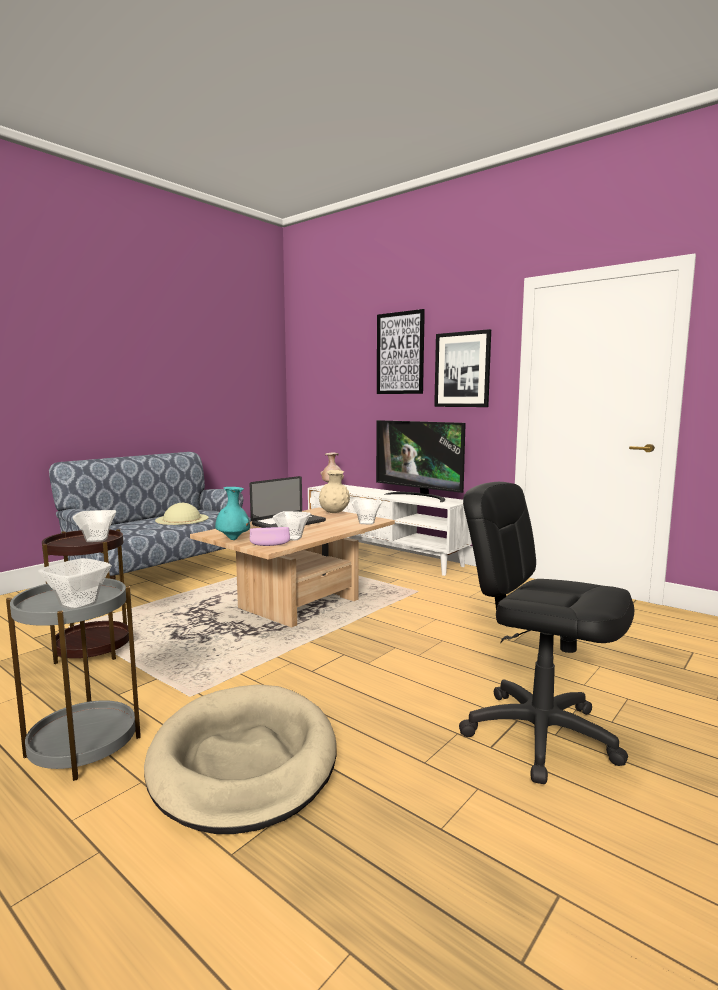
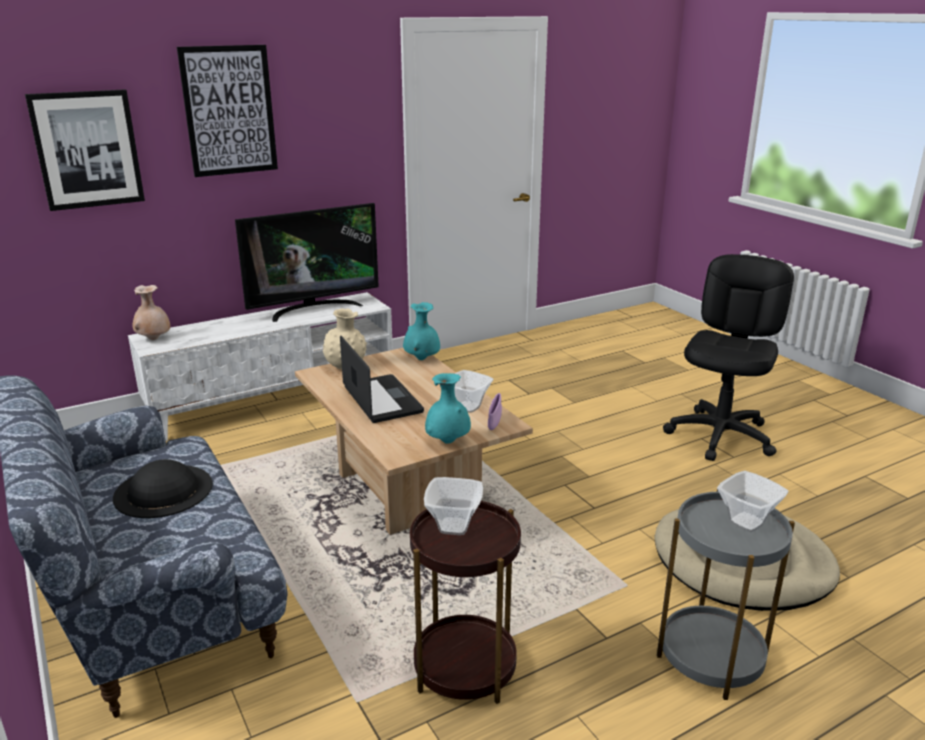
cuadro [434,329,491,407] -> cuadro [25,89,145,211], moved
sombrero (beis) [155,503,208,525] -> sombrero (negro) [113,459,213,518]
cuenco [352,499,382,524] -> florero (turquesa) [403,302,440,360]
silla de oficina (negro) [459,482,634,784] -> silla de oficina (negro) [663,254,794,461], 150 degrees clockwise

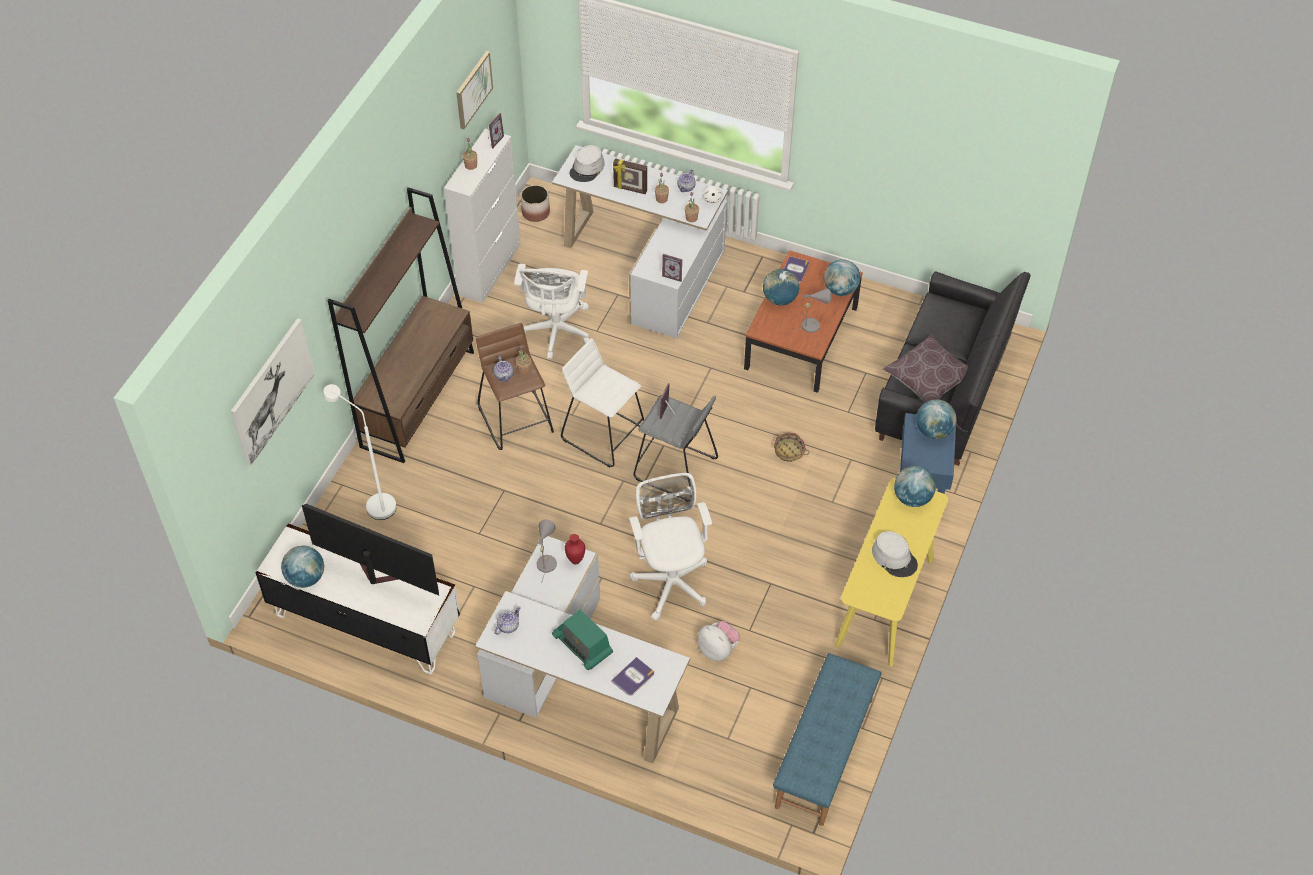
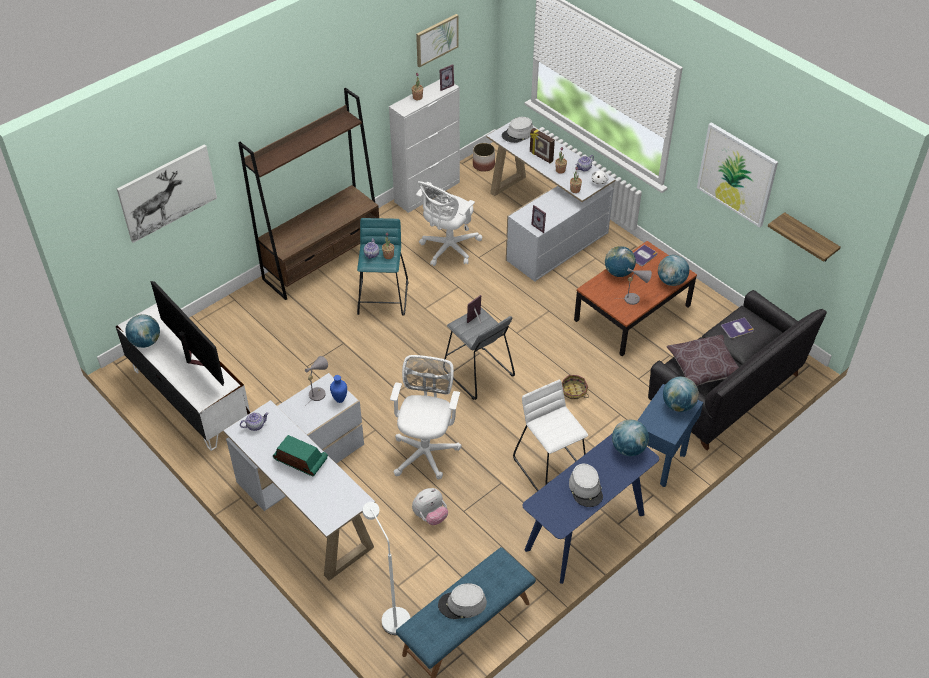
radio [552,609,613,670] -> radio [273,435,328,476], 135 degrees clockwise
florero (rojo) [565,534,585,564] -> florero (azul) [330,375,347,403]
taburete (marrón) [476,323,554,450] -> taburete (turquesa) [357,218,409,316]
lámpara de pie (blanco) [323,384,397,520] -> lámpara de pie (blanco) [362,502,410,635], moved
peluche [697,621,740,661] -> peluche [412,488,448,525], 75 degrees clockwise
none -> sombrero (gris) [438,583,487,619]
taburete (blanco) [561,338,644,467] -> taburete (blanco) [513,380,588,491], moved
mesa consola (amarillo) [835,478,948,666] -> mesa consola (azul) [522,434,659,584]
none -> cuadro [697,122,778,228]
libro [611,657,654,696] -> libro [721,317,754,339], moved
none -> estante [768,212,841,262]

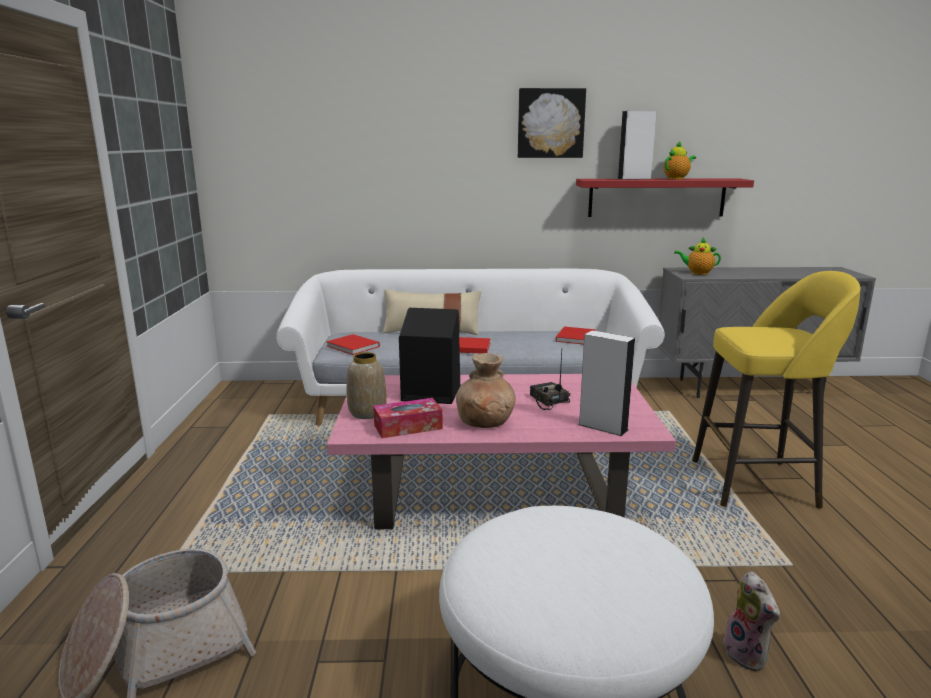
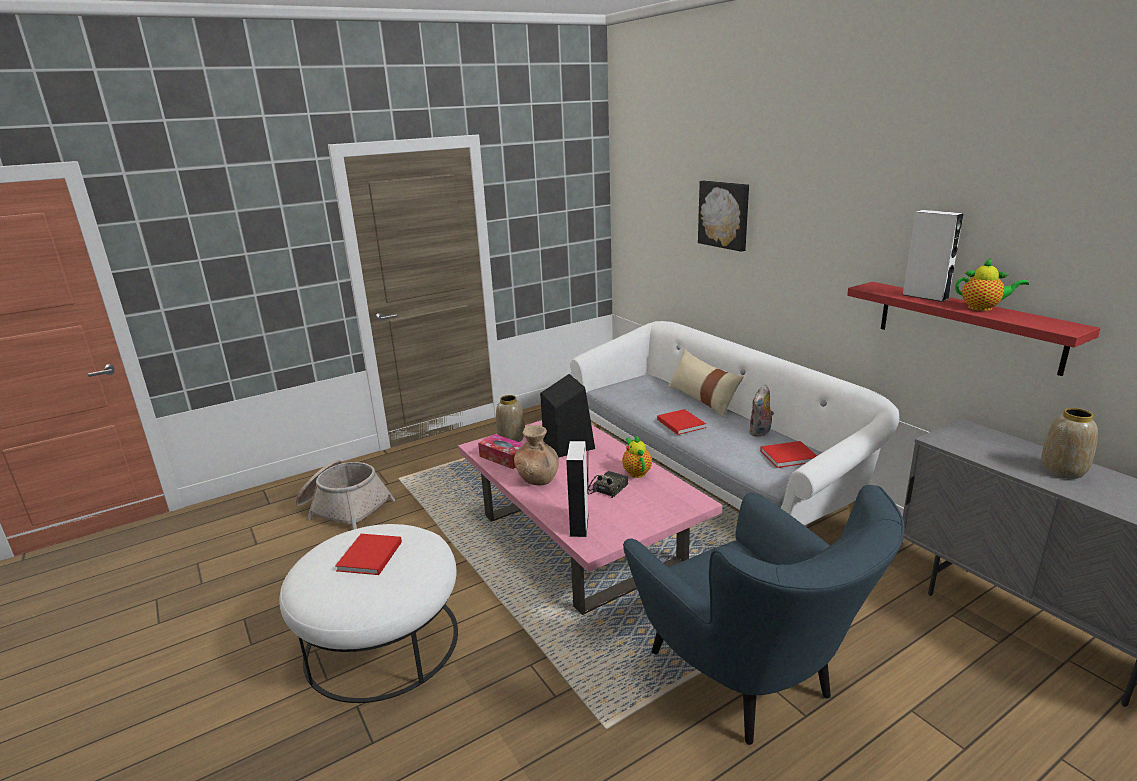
libro (rojo) [326,334,380,355] -> libro (rojo) [335,534,402,575], moved
tetera [674,238,721,275] -> tetera [622,436,652,478], moved
taburete (amarillo) [692,271,860,509] -> sillón (azul) [623,485,905,745]
cuadro [518,88,586,158] -> cuadro [698,181,749,252], moved
peluche [721,571,780,671] -> peluche [749,384,774,437], moved
none -> florero [1041,408,1098,479]

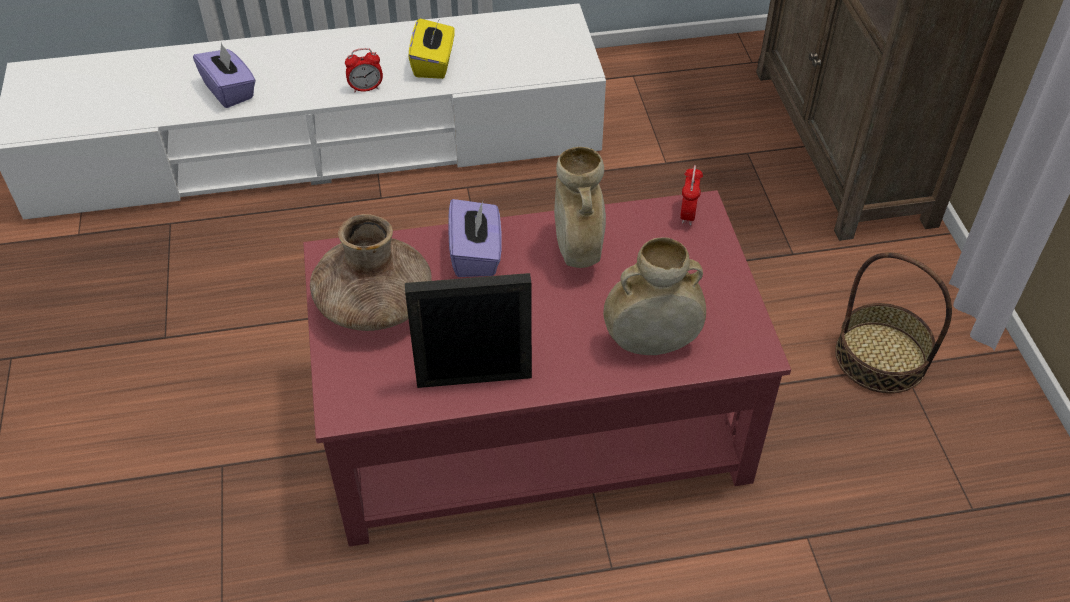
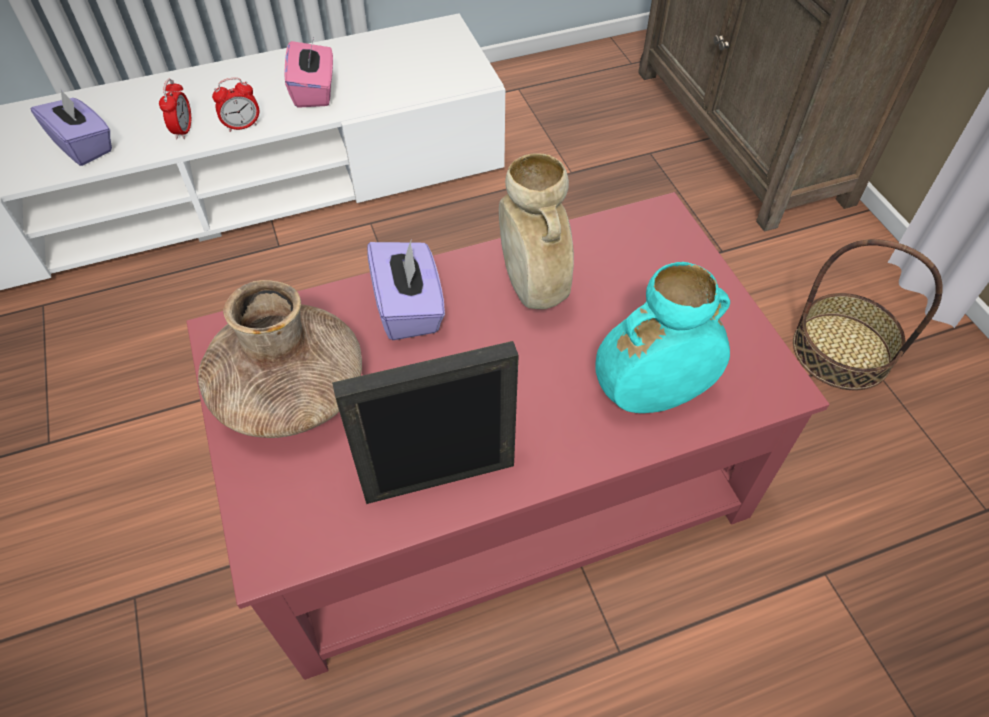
despertador [680,165,703,225] -> despertador [159,79,191,139], moved
caja de pañuelos (amarillo) [409,18,455,79] -> caja de pañuelos (rosa) [284,38,333,108]
florero (beis) [603,237,706,355] -> florero (turquesa) [595,262,730,413]

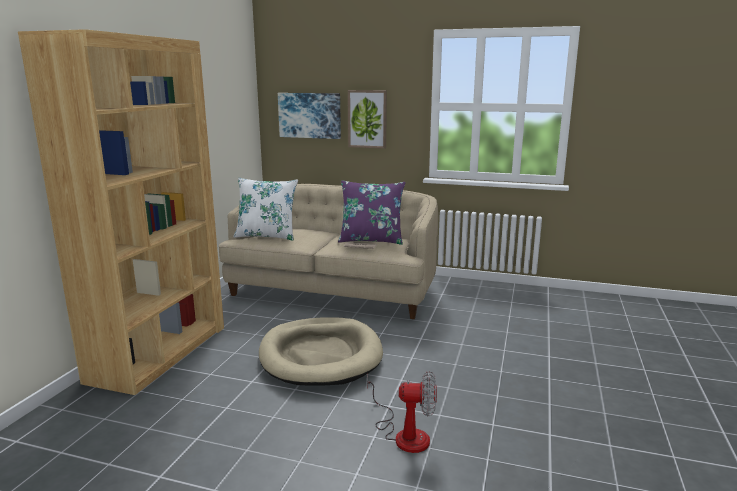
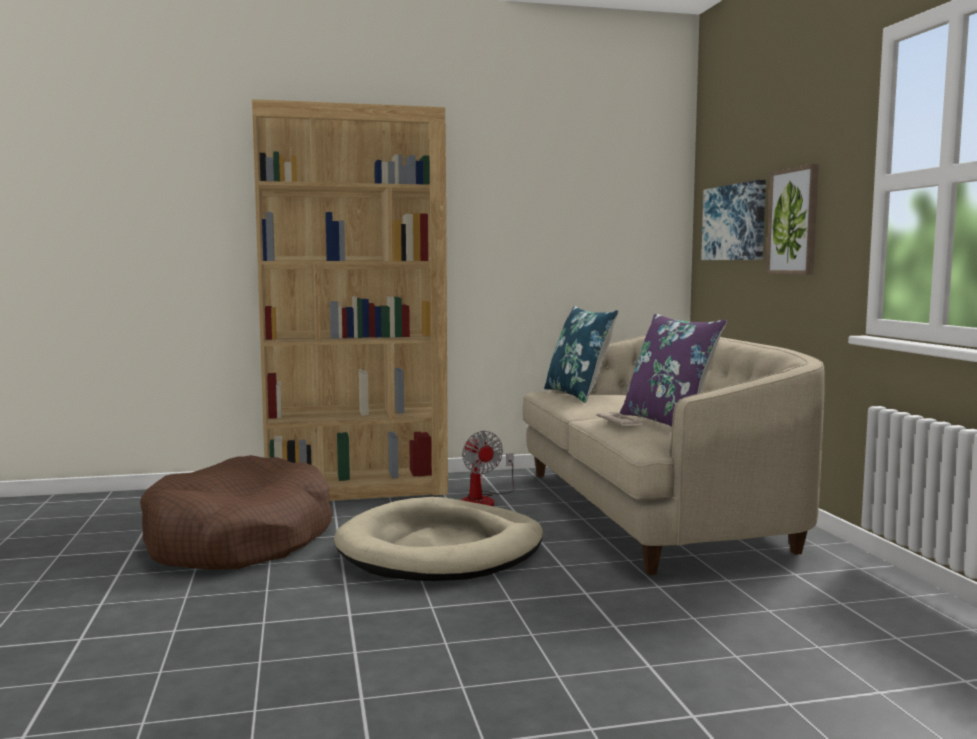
none -> cama para perro (marrón) [140,455,332,570]
ventilador [367,371,437,453] -> ventilador [461,431,515,506], moved
cojín (blanco) [233,178,298,241] -> cojín (azul) [544,306,619,403]

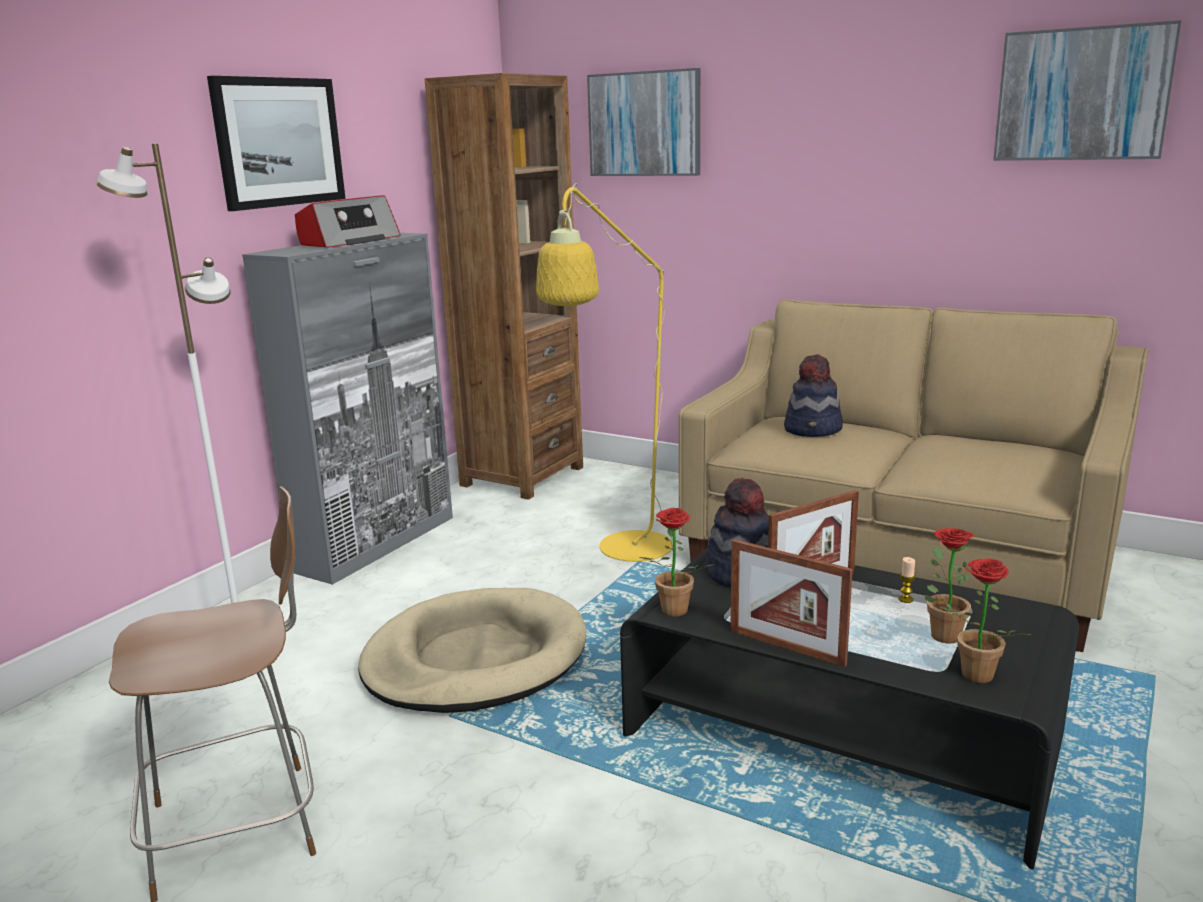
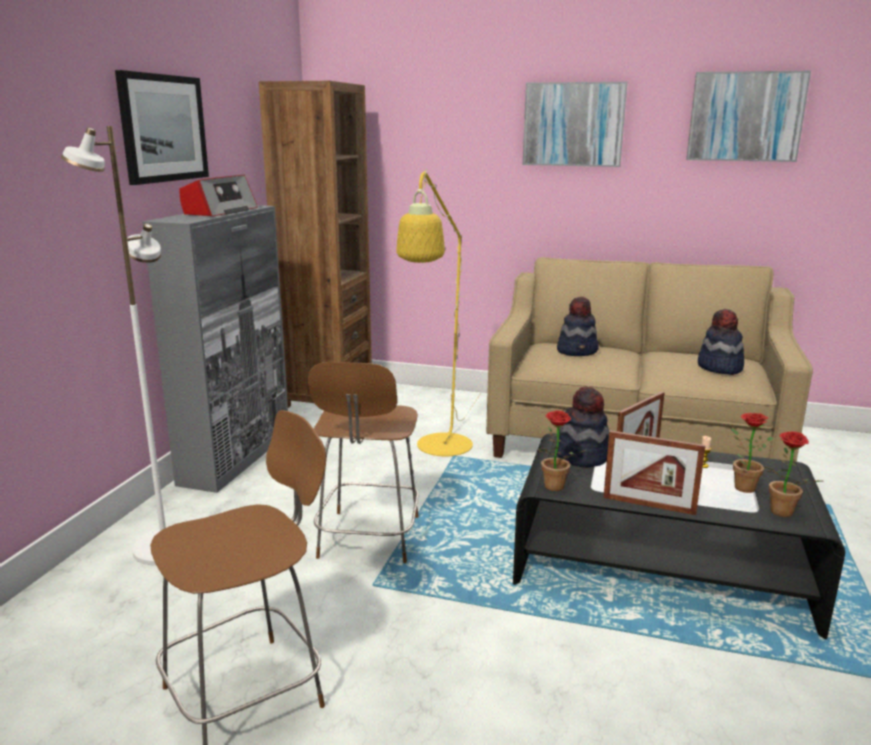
cama para perro (beis) [358,588,586,713] -> taburete (marrón) [308,362,419,563]
cuadro [587,68,700,176] -> cuadro [523,82,627,167], moved
none -> sombrero [698,309,744,375]

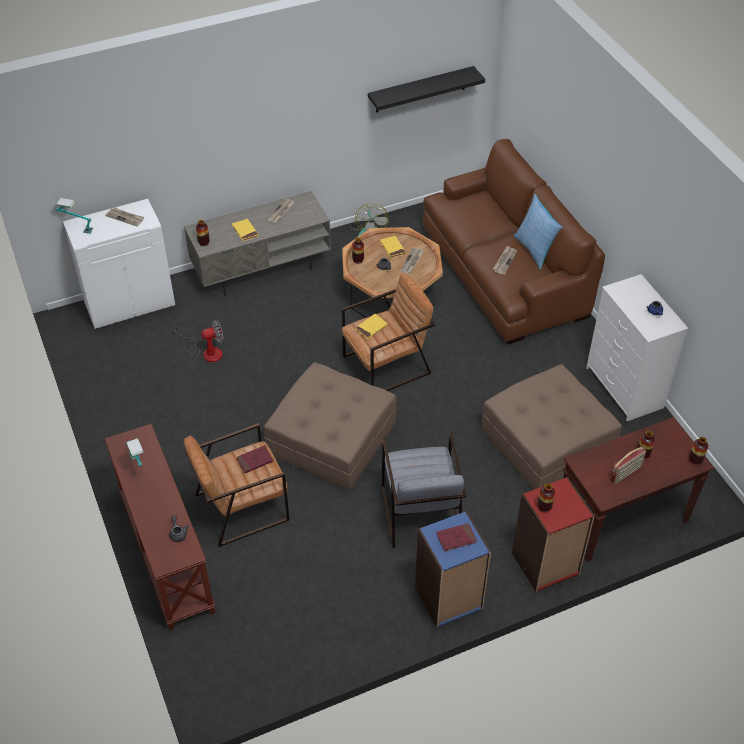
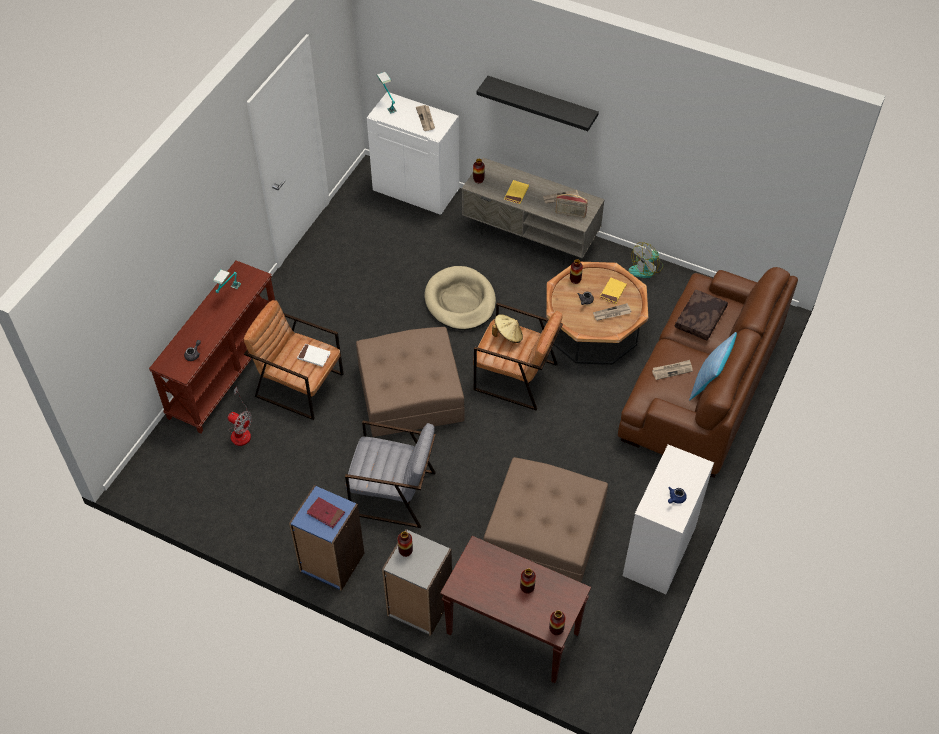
ventilador [174,320,224,362] -> ventilador [228,387,252,446], moved
libro (rojo) [236,445,273,473] -> libro (blanco) [297,344,331,367]
sillón (gris) [381,432,466,548] -> sillón (gris) [345,420,436,528], 120 degrees counterclockwise
estantería (rojo) [512,477,595,592] -> estantería (gris) [382,529,452,636]
none -> cama para perro (beis) [425,266,496,330]
estante (negro) [368,66,485,112] -> estante (negro) [476,76,599,131], moved
libro (amarillo) [355,314,388,340] -> sombrero (beis) [492,314,523,343]
radio [610,447,646,484] -> radio [555,194,588,218], moved
none -> cojín (marrón) [675,289,728,340]

